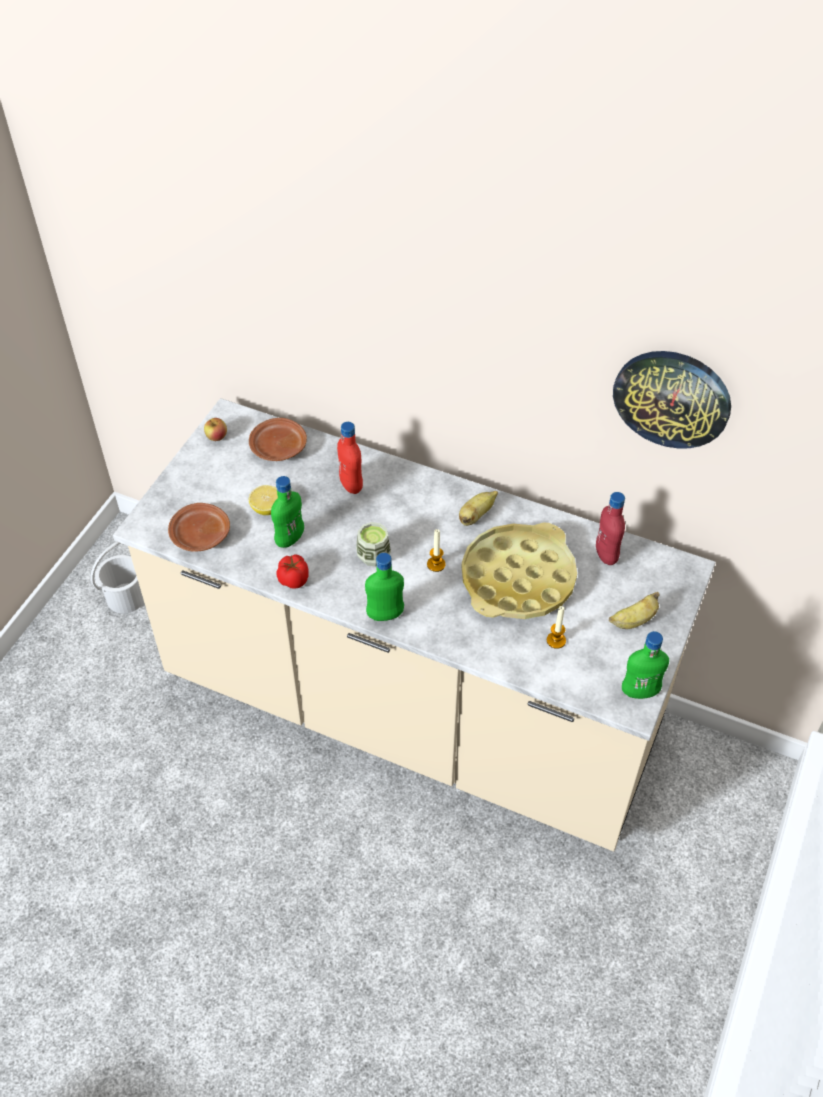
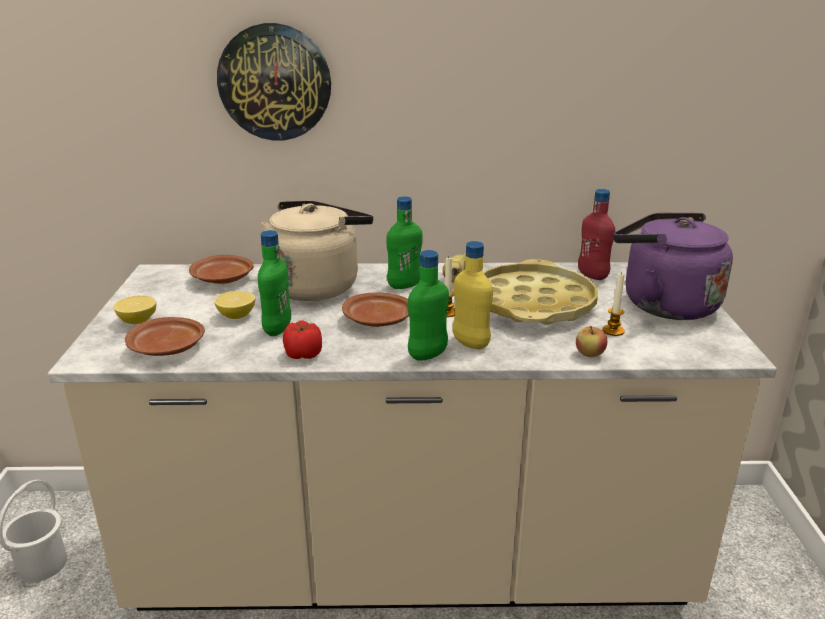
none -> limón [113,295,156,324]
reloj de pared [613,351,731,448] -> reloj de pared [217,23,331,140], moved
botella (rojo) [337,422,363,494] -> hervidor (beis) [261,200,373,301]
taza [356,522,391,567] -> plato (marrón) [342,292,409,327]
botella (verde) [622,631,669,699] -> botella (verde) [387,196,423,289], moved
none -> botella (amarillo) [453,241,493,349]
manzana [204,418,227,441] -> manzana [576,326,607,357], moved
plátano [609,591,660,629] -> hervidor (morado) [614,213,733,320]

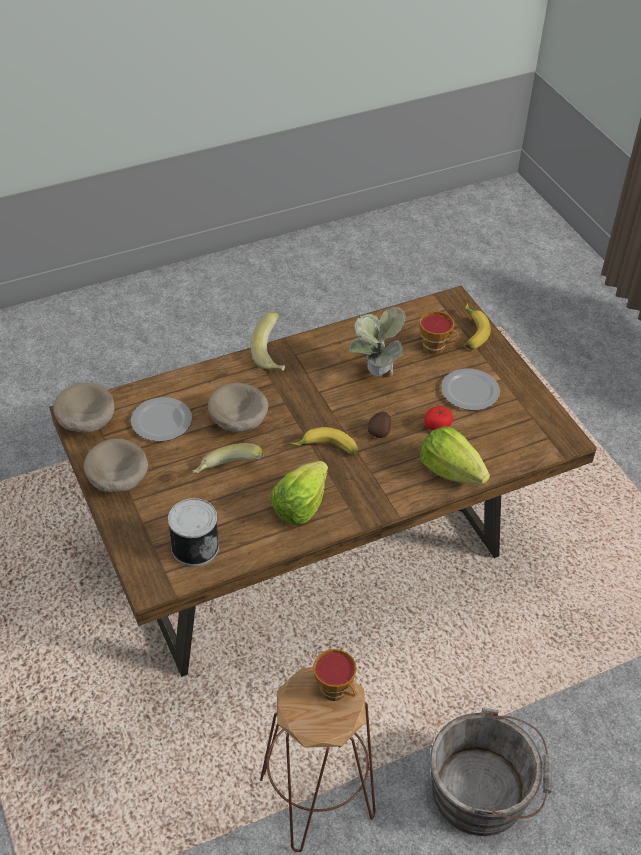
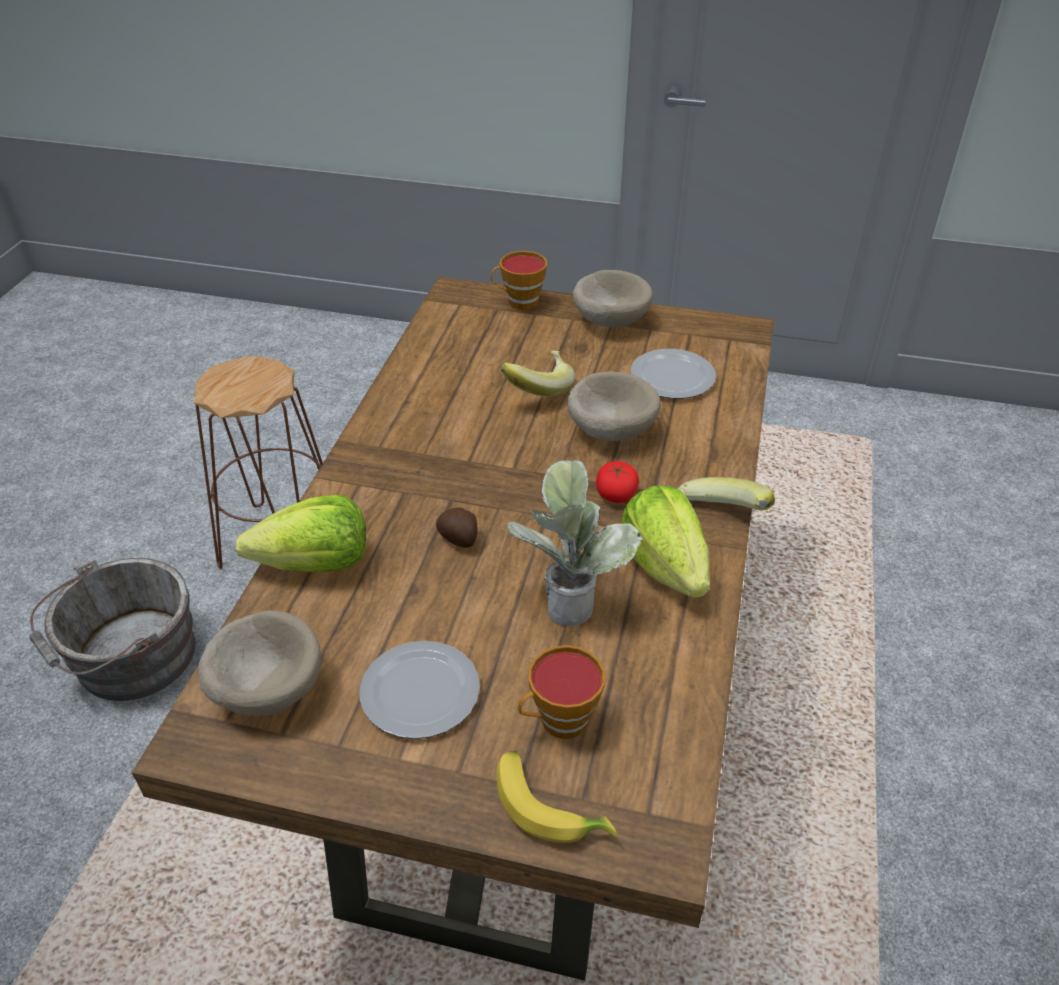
cuenco (beis) [53,382,114,433] -> cuenco (beis) [198,610,321,716], moved
taza [313,649,357,701] -> taza [491,251,547,310], moved
tomate [424,406,453,430] -> tomate [596,461,639,503], moved
lechuga [271,461,328,525] -> lechuga [621,486,710,598], moved
lata [168,498,219,566] -> none
plátano [290,427,358,455] -> none

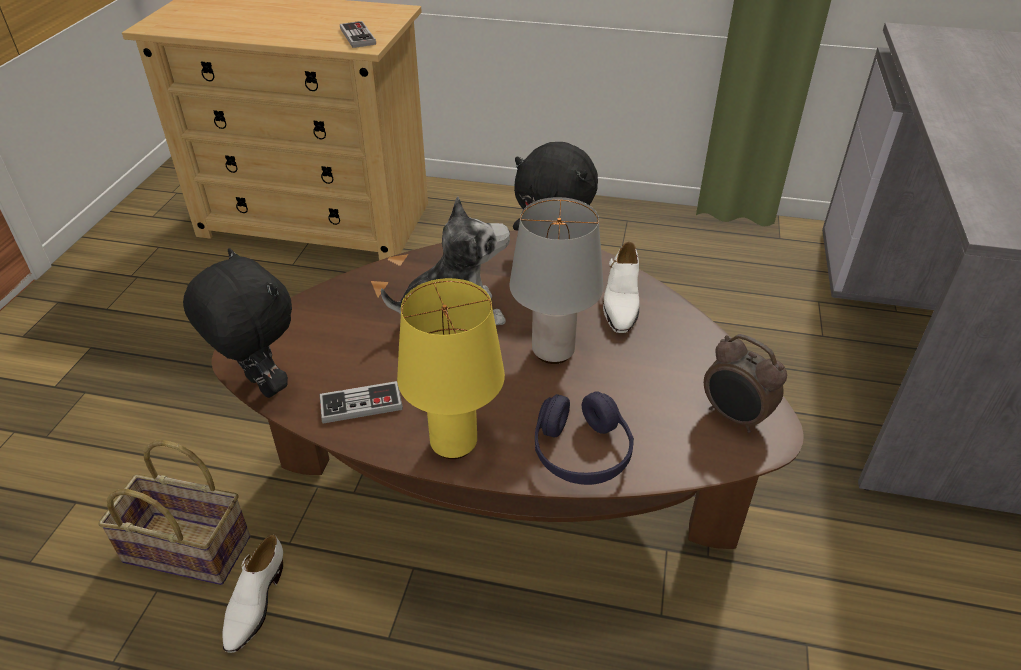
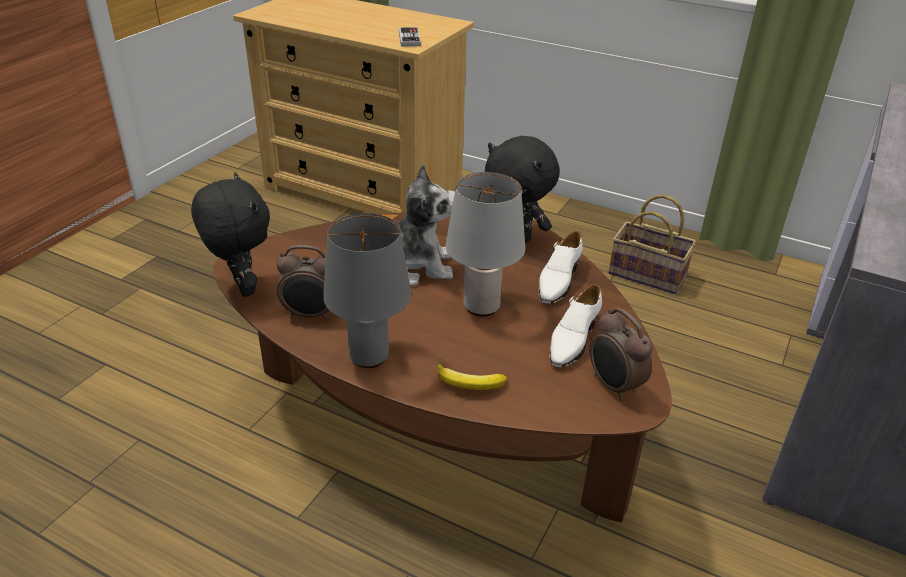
mando de consola [320,381,403,423] -> despertador [277,245,329,320]
lámpara de mesa (amarillo) [397,278,505,459] -> lámpara de mesa (gris) [323,213,411,368]
auriculares (morado) [535,391,634,485] -> plátano [437,364,507,390]
zapato (blanco) [222,535,283,653] -> zapato (blanco) [550,284,602,367], moved
cesta [98,440,250,585] -> cesta [608,194,696,294], moved

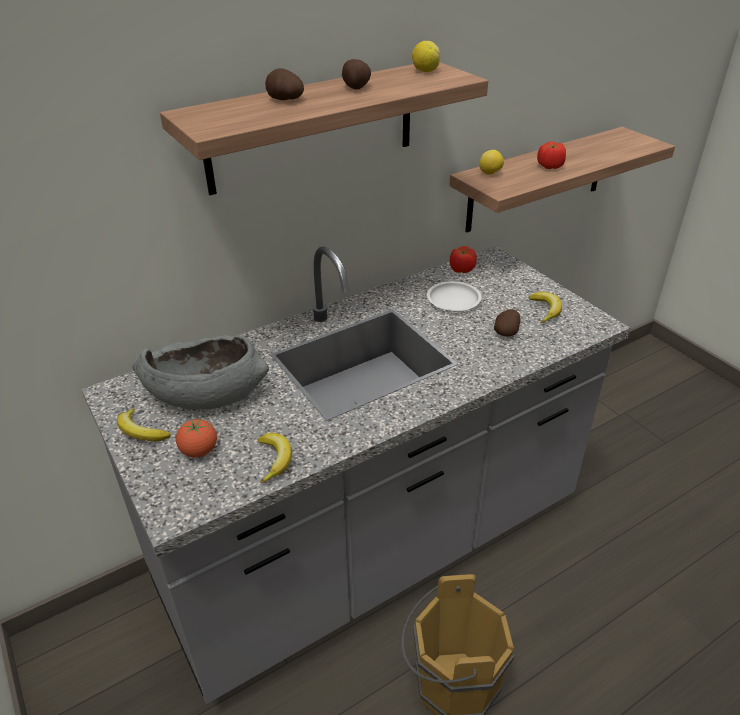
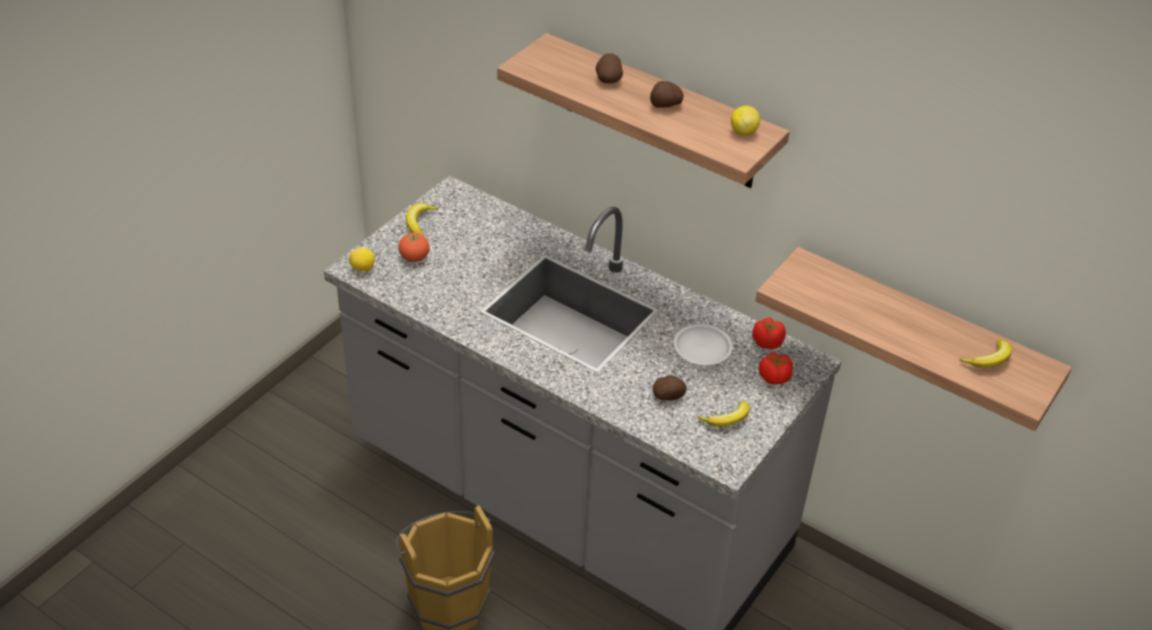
limón [479,150,504,175] -> limón [349,247,375,272], moved
tomate [537,141,566,169] -> tomate [759,352,793,384], moved
plátano [258,433,292,484] -> plátano [959,340,1012,368], moved
cuenco (gris) [132,335,269,410] -> none

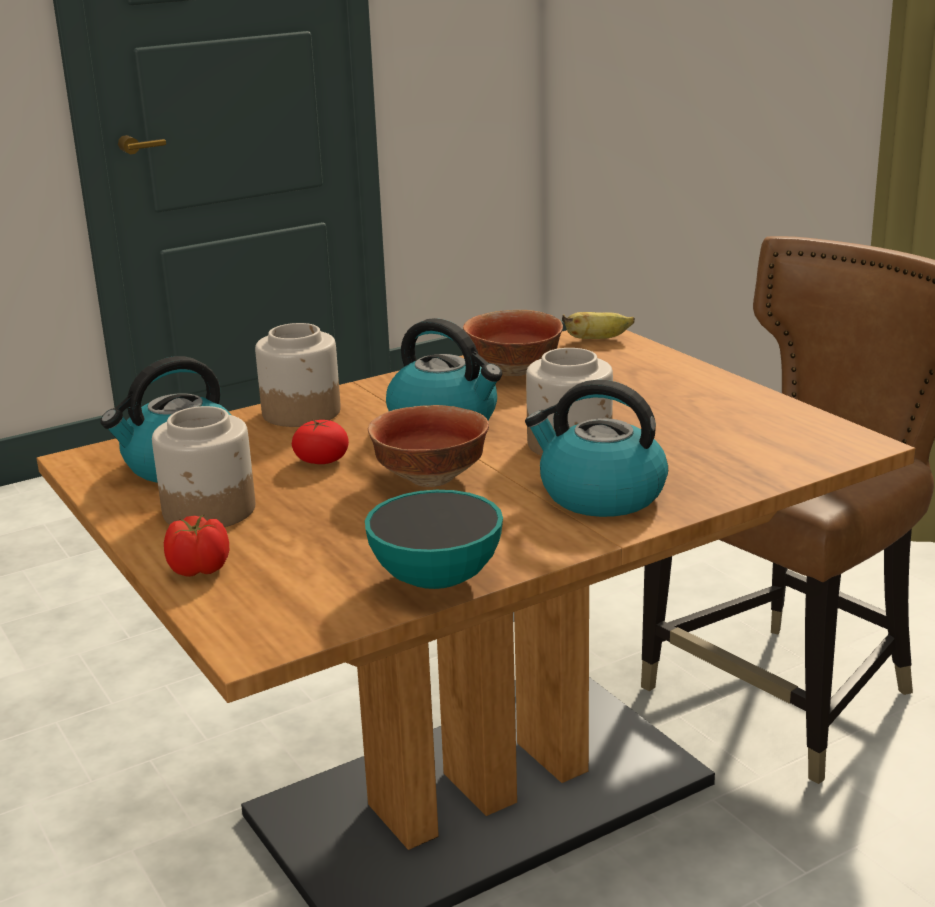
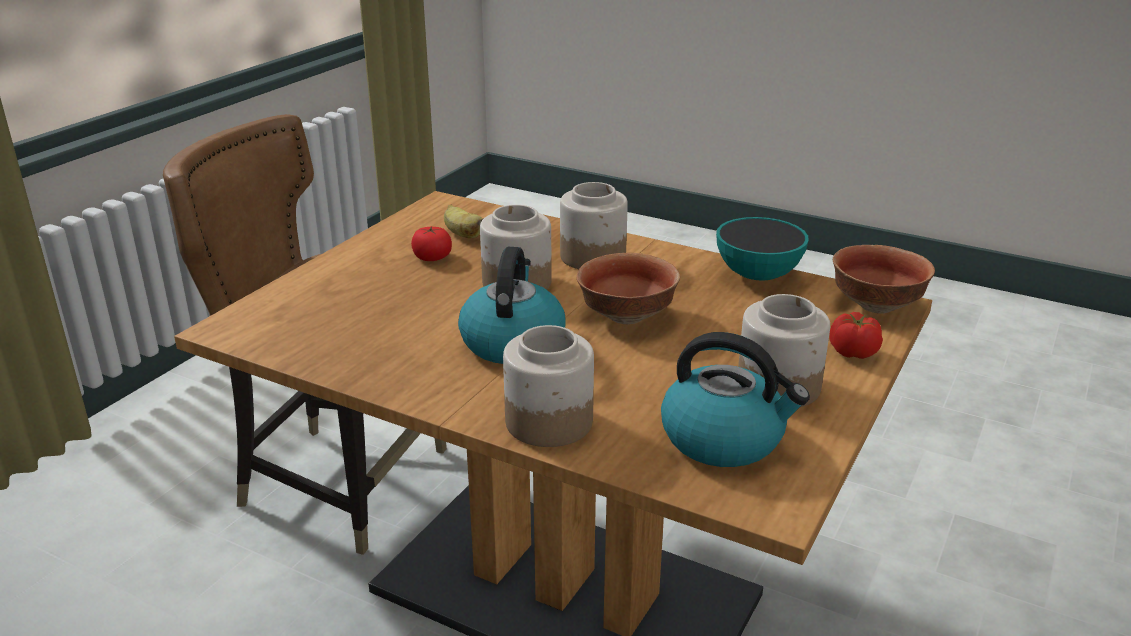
tomate [292,420,349,464] -> tomate [411,226,452,261], moved
plátano [562,312,635,339] -> plátano [444,205,484,239], moved
hervidor [525,380,668,517] -> tarro [560,182,628,269]
cuenco [463,310,563,376] -> cuenco [833,245,935,313], moved

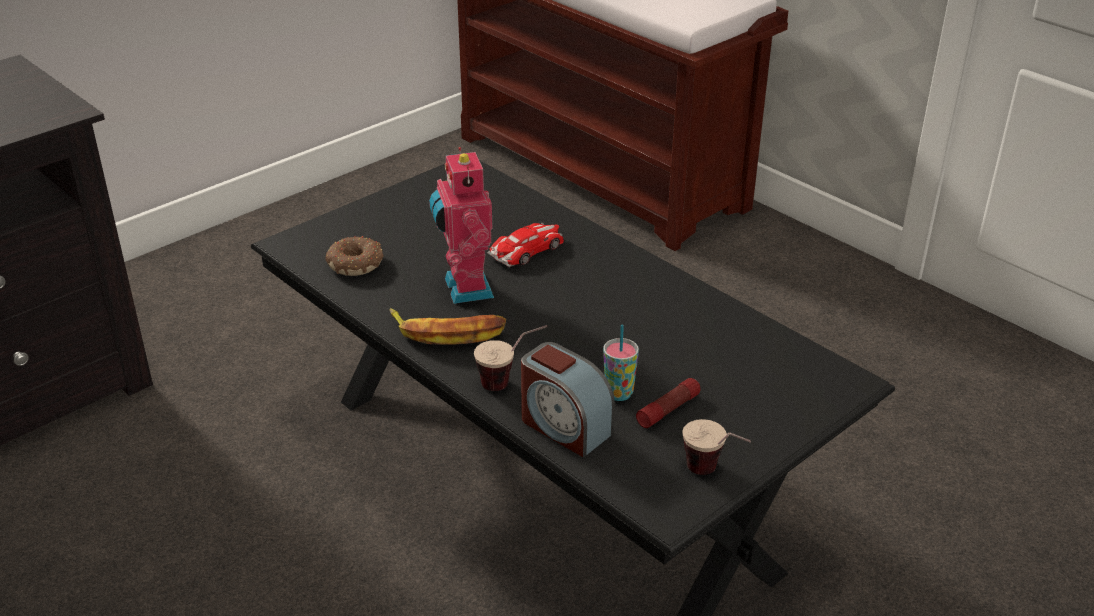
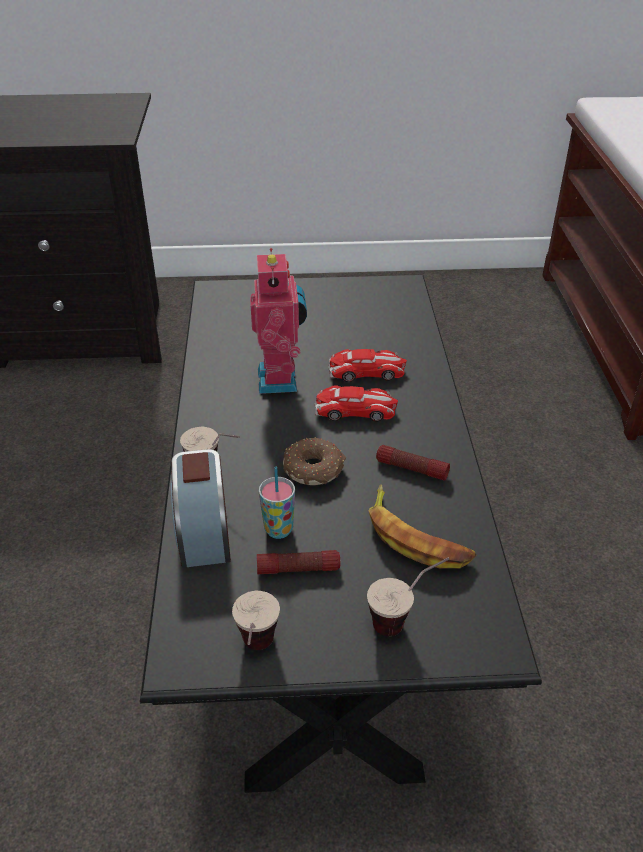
robot de juguete [429,147,494,304] -> robot de juguete [250,248,307,394], 150 degrees clockwise
rosquilla [325,236,384,276] -> rosquilla [283,438,347,485], moved
none -> coche de juguete [314,386,398,421]
none -> taza [367,557,449,636]
plátano [389,308,506,345] -> plátano [369,485,476,569], moved
none -> linterna [376,445,450,481]

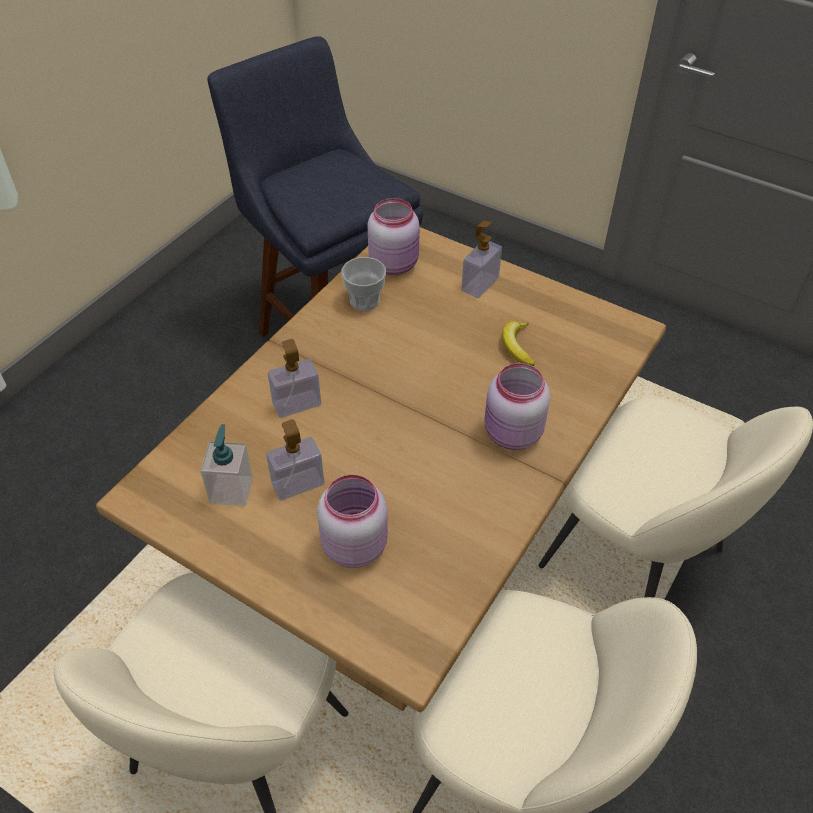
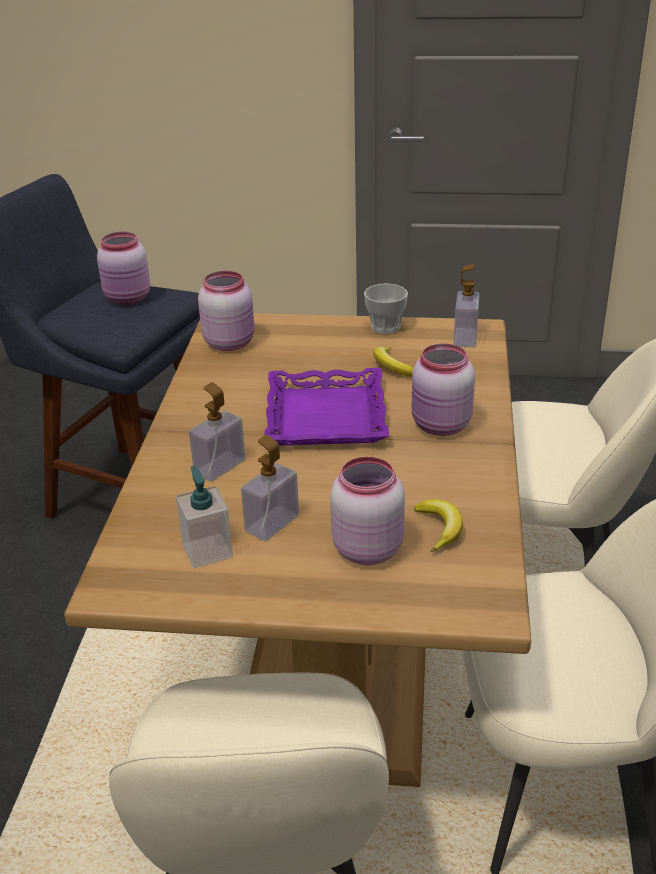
none -> tarro (rosa) [97,232,150,305]
none -> bandeja (morado) [264,368,389,445]
taza [341,257,386,311] -> taza [364,283,408,334], moved
none -> plátano [414,499,463,552]
dispensador de jabón [461,221,502,298] -> dispensador de jabón [454,264,480,347], moved

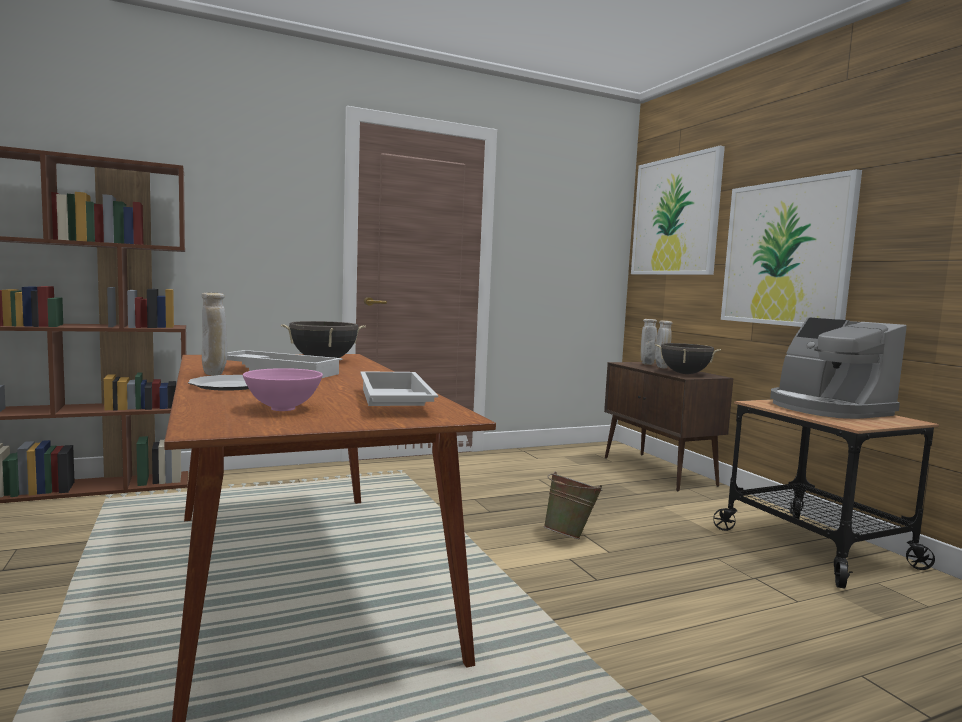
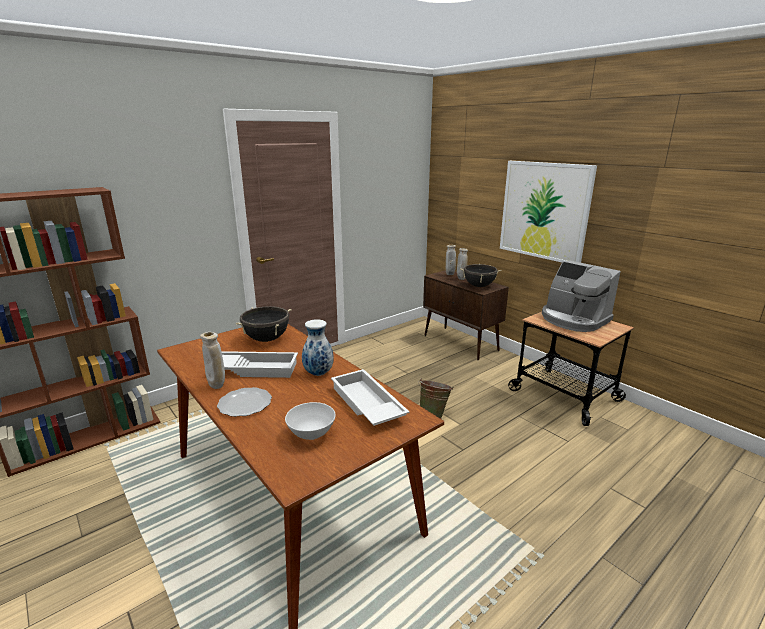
cuenco (rosa) [243,368,323,411] -> cuenco (blanco) [285,402,336,440]
none -> florero [302,319,334,376]
cuadro [631,146,725,275] -> none

